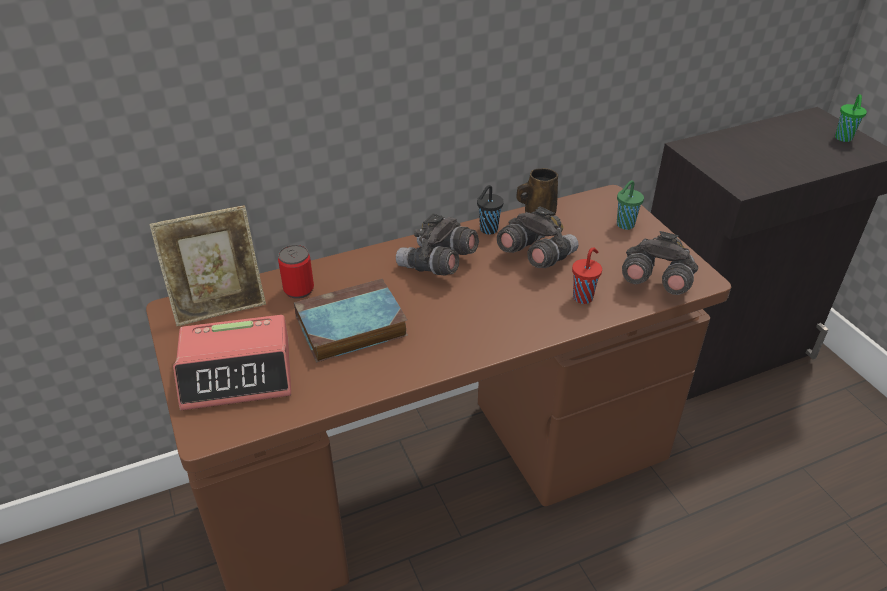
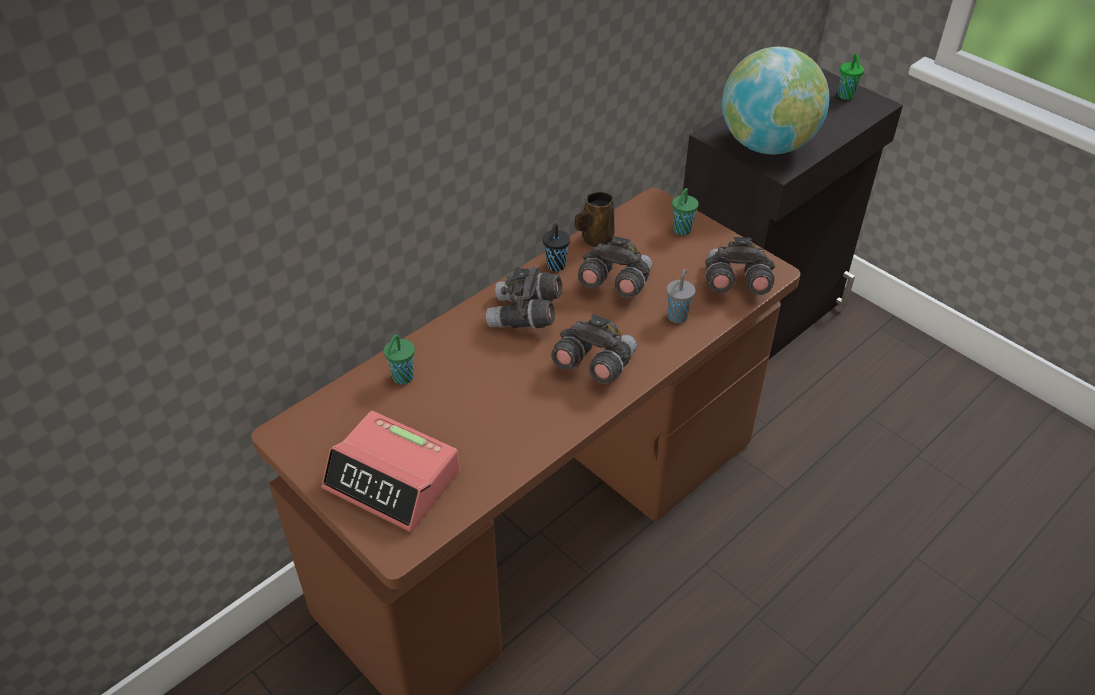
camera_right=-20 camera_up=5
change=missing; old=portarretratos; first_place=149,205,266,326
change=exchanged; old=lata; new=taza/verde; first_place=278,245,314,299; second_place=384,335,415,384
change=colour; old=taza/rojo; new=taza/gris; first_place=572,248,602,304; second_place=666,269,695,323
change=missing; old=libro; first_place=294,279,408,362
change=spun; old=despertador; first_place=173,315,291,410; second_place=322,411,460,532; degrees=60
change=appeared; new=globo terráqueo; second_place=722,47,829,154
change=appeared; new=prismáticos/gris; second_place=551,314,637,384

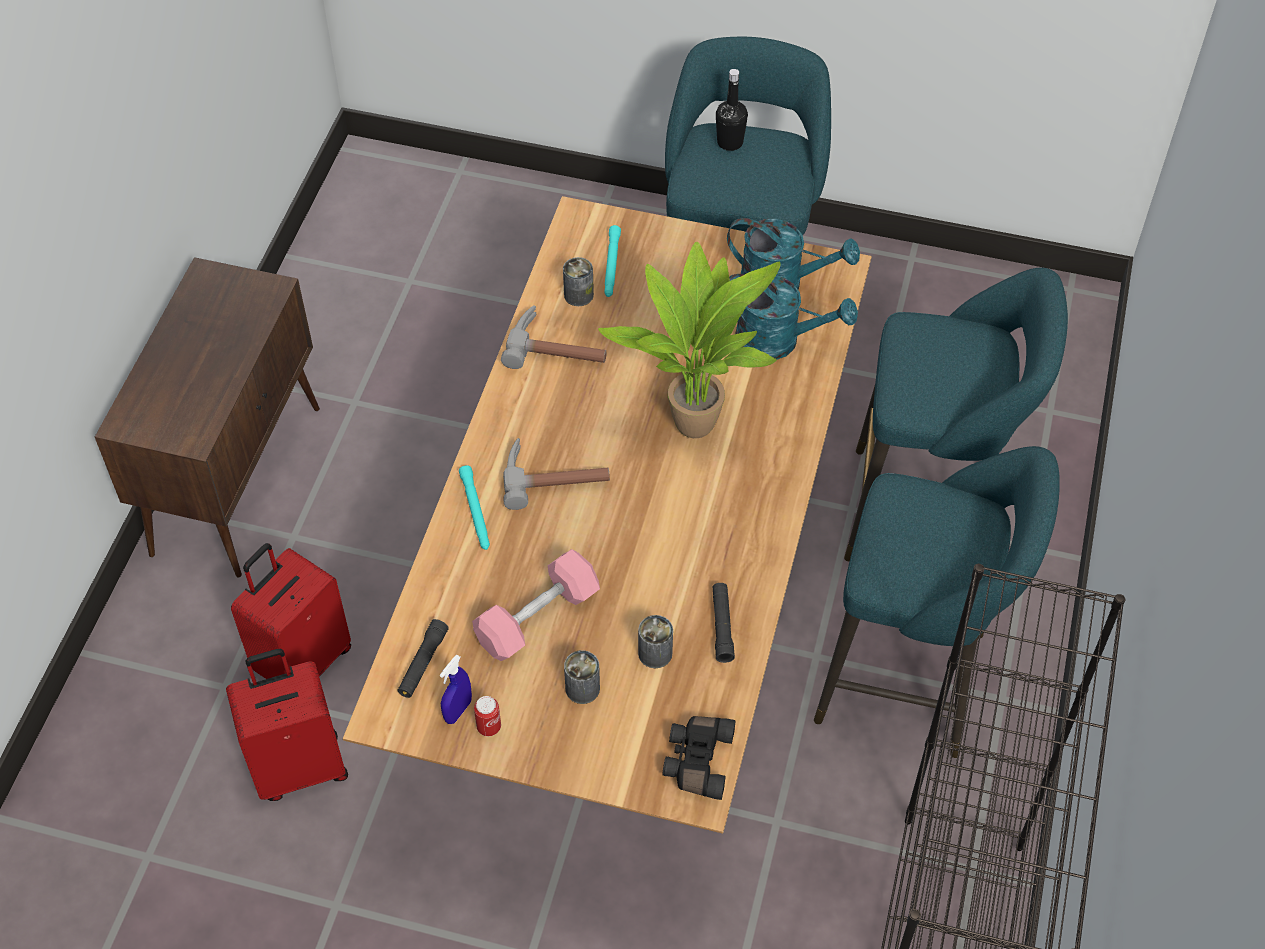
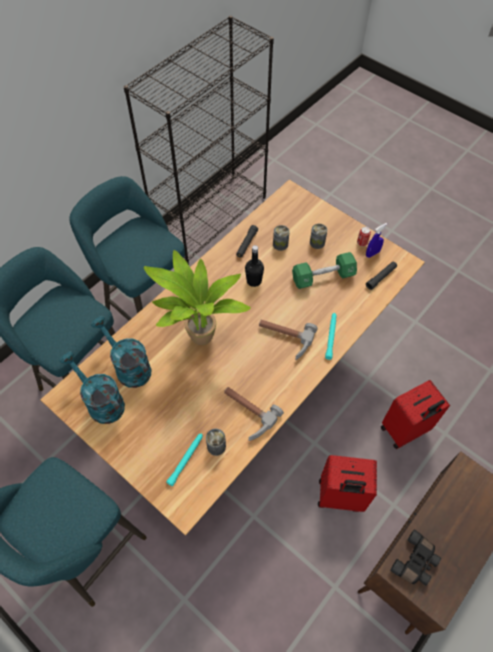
camera_right=-155 camera_up=5
change=relocated; old=botella/negro; first_place=716,69,748,151; second_place=245,245,264,287
change=colour; old=mancuerna/rosa; new=mancuerna/verde; first_place=472,549,600,661; second_place=292,252,357,289
change=relocated; old=maleta/rojo; first_place=226,649,348,801; second_place=318,455,377,512
change=relocated; old=prismáticos/negro; first_place=663,716,736,800; second_place=390,529,441,586

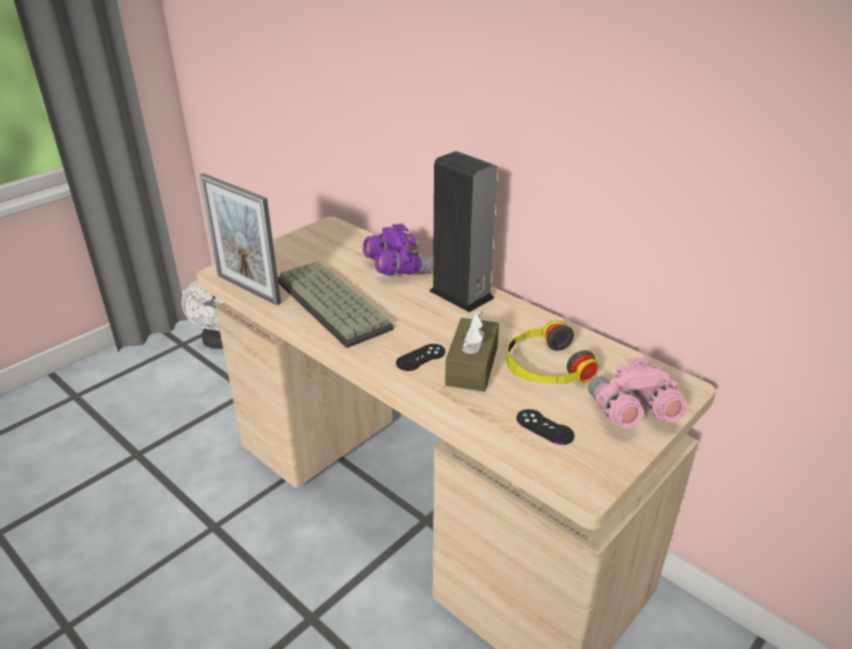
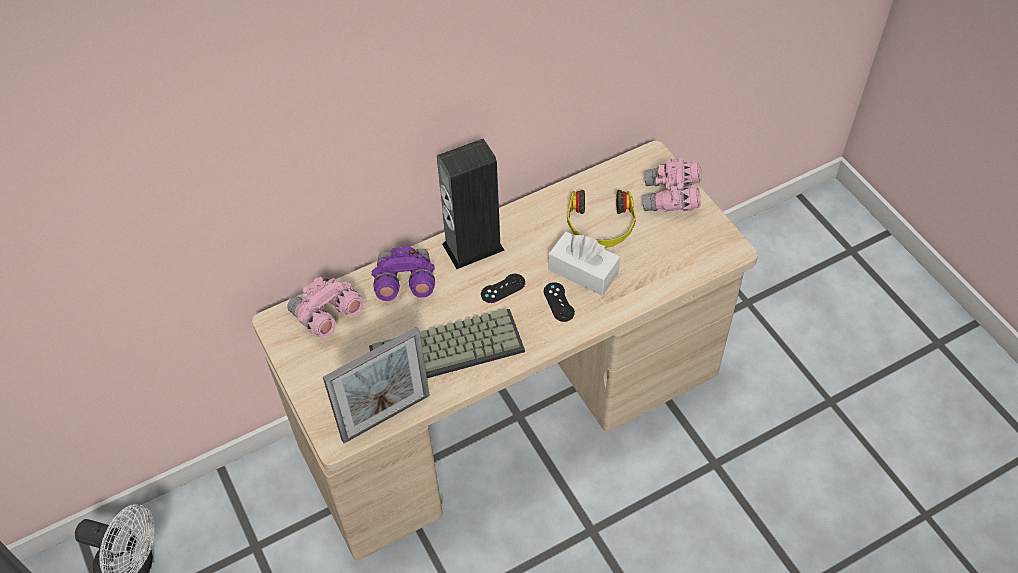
camera_right=-70 camera_up=20
change=colour; old=caja de pañuelos/marrón; new=caja de pañuelos/blanco; first_place=445,310,499,392; second_place=548,231,620,296
change=relocated; old=mando de consola/negro; first_place=516,409,574,445; second_place=481,274,525,303
change=appeared; new=prismáticos/rosa; second_place=287,276,364,338

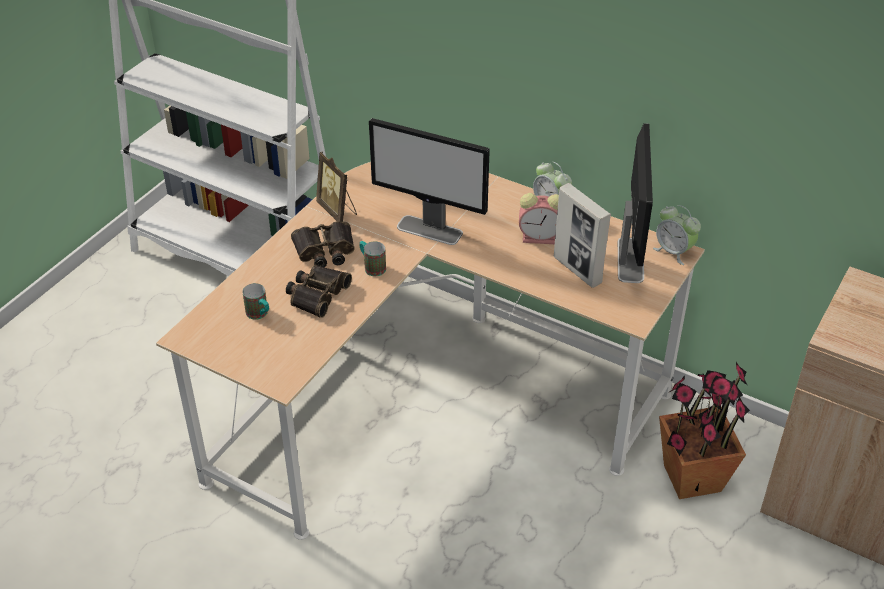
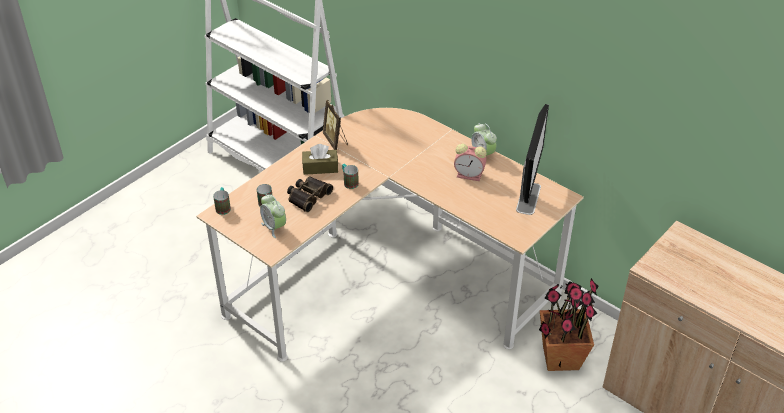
camera_right=10 camera_up=0
change=missing; old=monitor; first_place=369,118,490,245
change=missing; old=portarretratos; first_place=554,183,611,288
change=relocated; old=despertador; first_place=653,205,701,265; second_place=260,194,286,238
change=exchanged; old=prismáticos; new=caja de pañuelos/marrón; first_place=291,221,355,267; second_place=302,144,338,175
change=appeared; new=taza grande; second_place=213,187,231,215

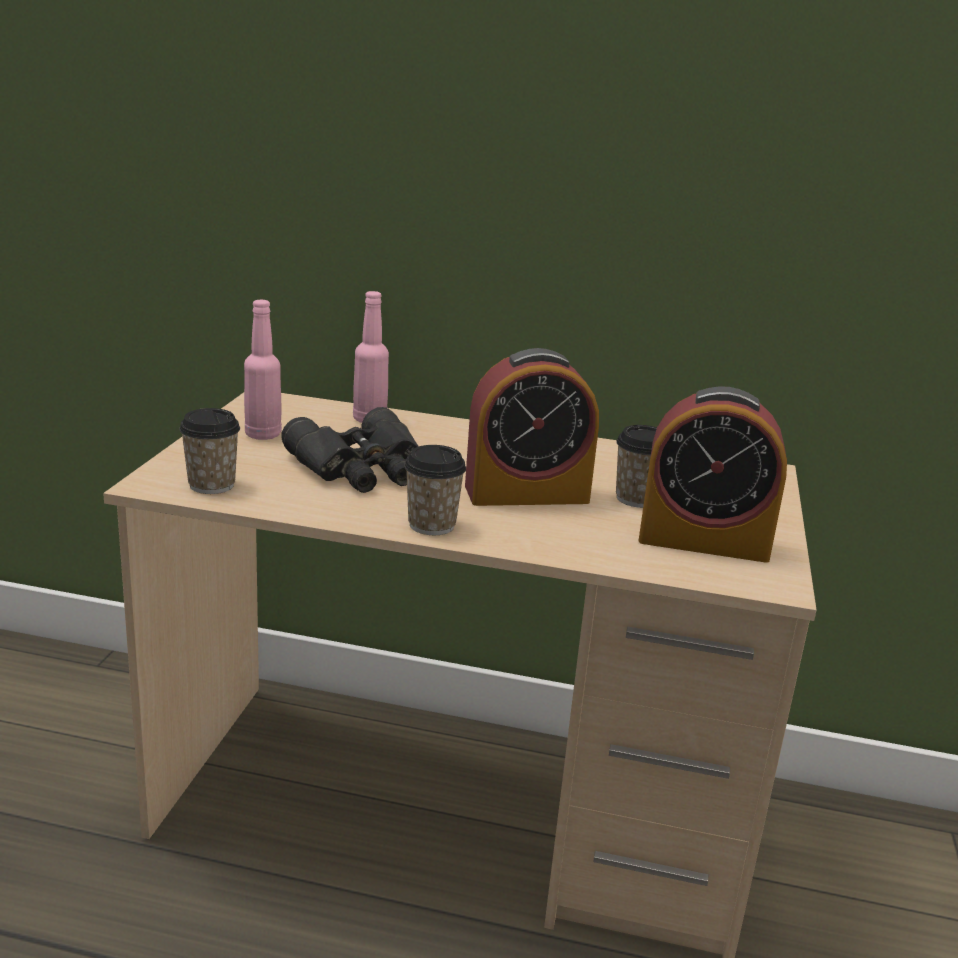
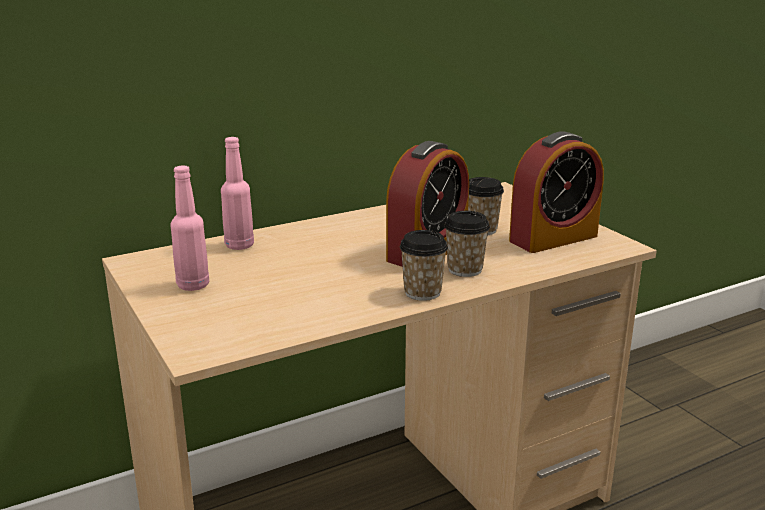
camera_right=-40 camera_up=0
change=missing; old=prismáticos/negro; first_place=281,407,419,493
change=relocated; old=taza; first_place=179,408,240,494; second_place=444,211,490,277

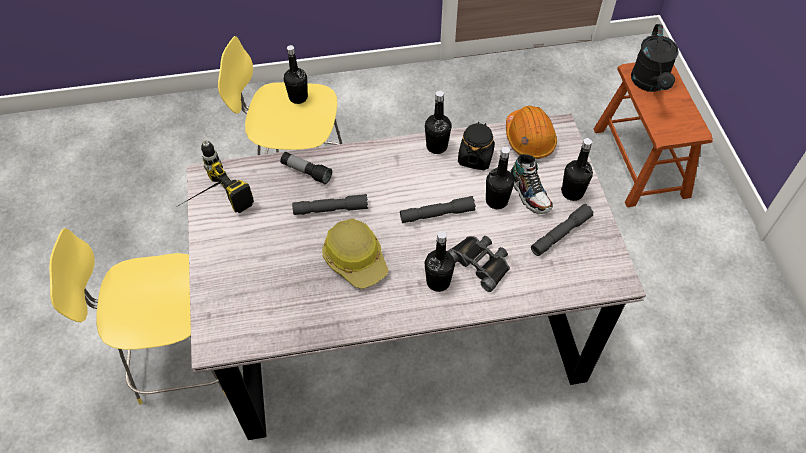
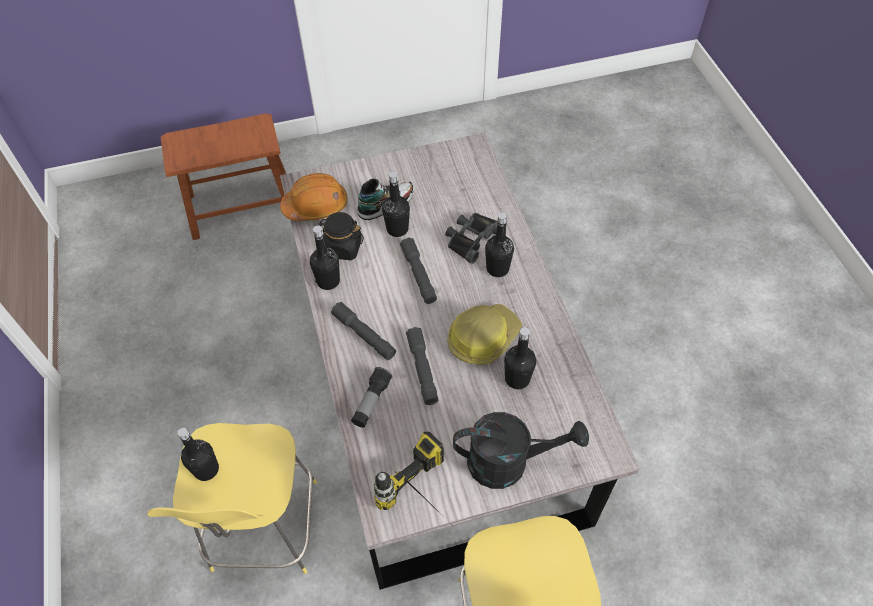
camera_right=-95 camera_up=0
change=relocated; old=regadera/negro; first_place=631,24,679,92; second_place=453,412,589,489
change=relocated; old=botella/negro; first_place=561,138,593,201; second_place=504,327,536,389
change=relocated; old=linterna/gris; first_place=531,204,594,256; second_place=331,302,396,360

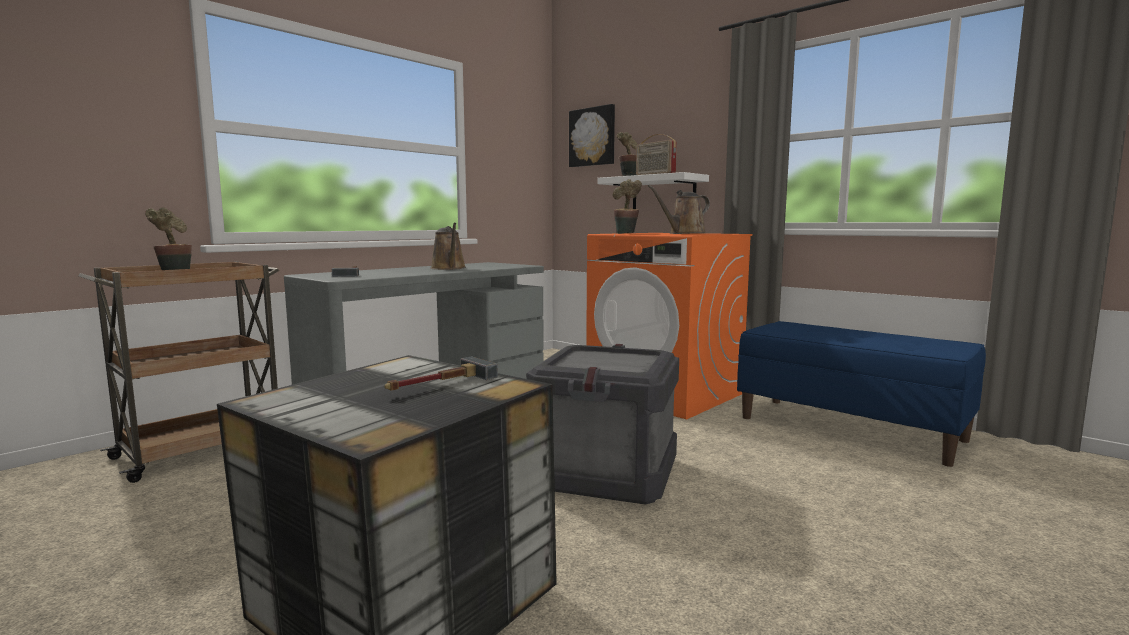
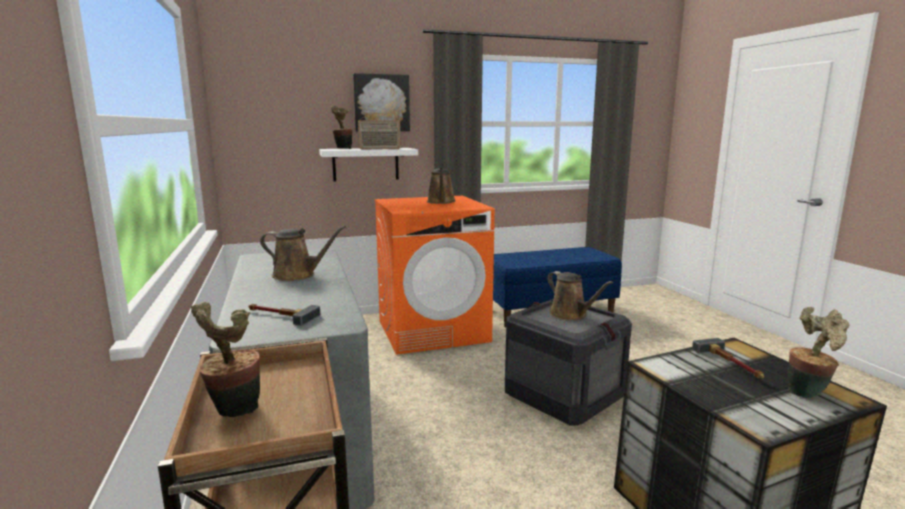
camera_right=-60 camera_up=5
change=relocated; old=cuadro; first_place=569,104,615,167; second_place=353,73,410,131
change=relocated; old=planta en maceta; first_place=613,179,642,234; second_place=788,307,849,398
change=appeared; new=regadera/marrón; second_place=547,271,613,321

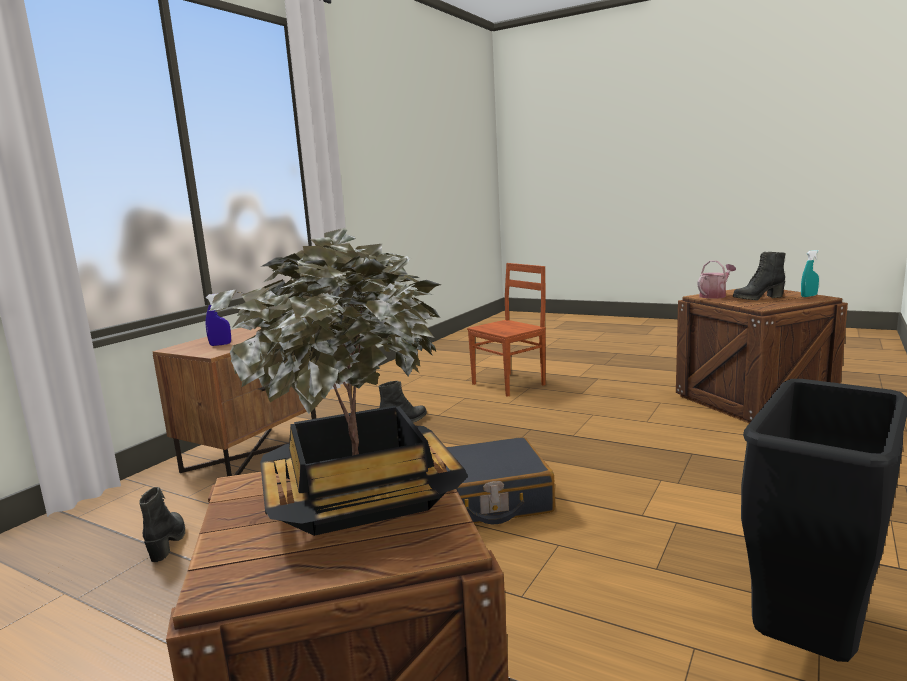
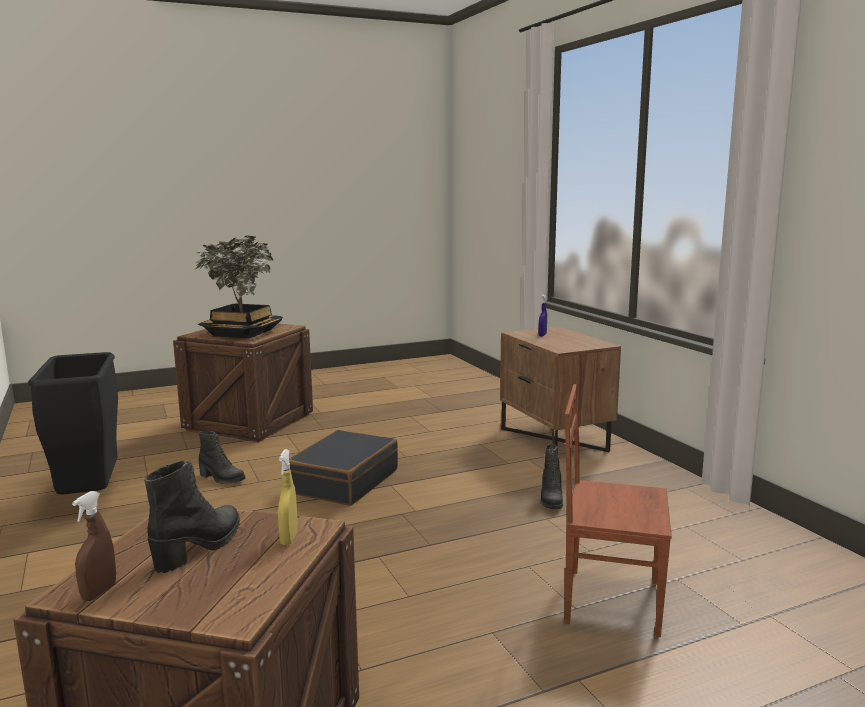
camera_right=125 camera_up=0
change=colour; old=pulverizador/turquesa; new=pulverizador/marrón; first_place=801,250,819,297; second_place=72,491,116,601
change=exchanged; old=regadera; new=pulverizador/amarillo; first_place=698,260,736,299; second_place=278,449,298,545
change=spun; old=silla/marrón; first_place=467,263,546,397; second_place=565,384,672,637; degrees=105
change=relocated; old=bota/negro; first_place=139,487,185,562; second_place=198,431,245,484

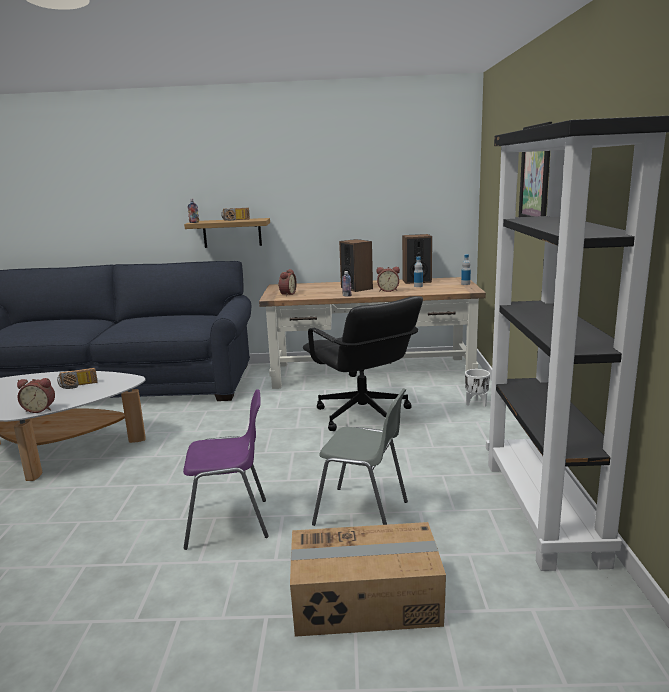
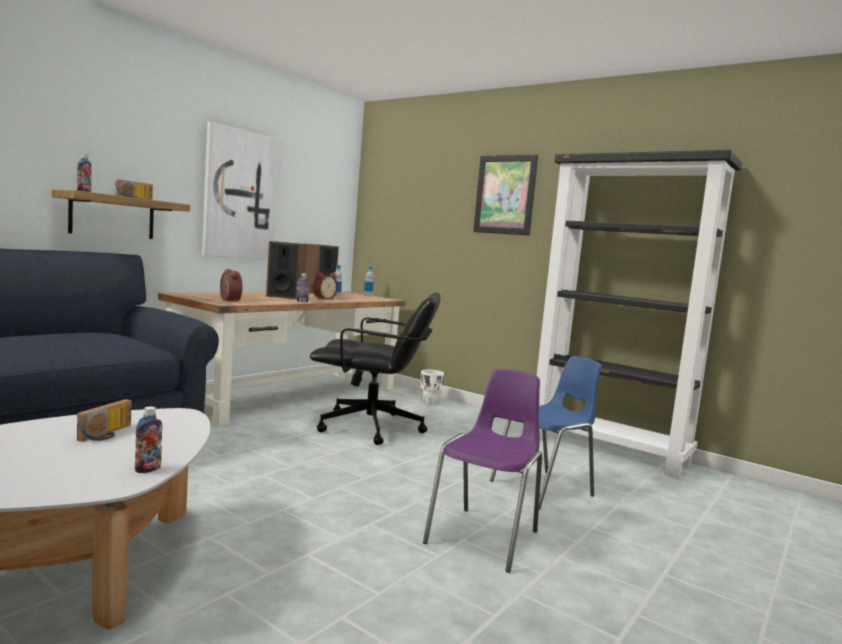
camera_right=-55 camera_up=-10
change=exchanged; old=despertador; new=botella; first_place=17,378,55,413; second_place=135,407,162,473
change=colour; old=silla/gris; new=silla/azul; first_place=312,388,408,526; second_place=490,356,602,510
change=missing; old=caja de cartón; first_place=290,522,446,637
change=appeared; new=cuadro; second_place=202,122,280,259

